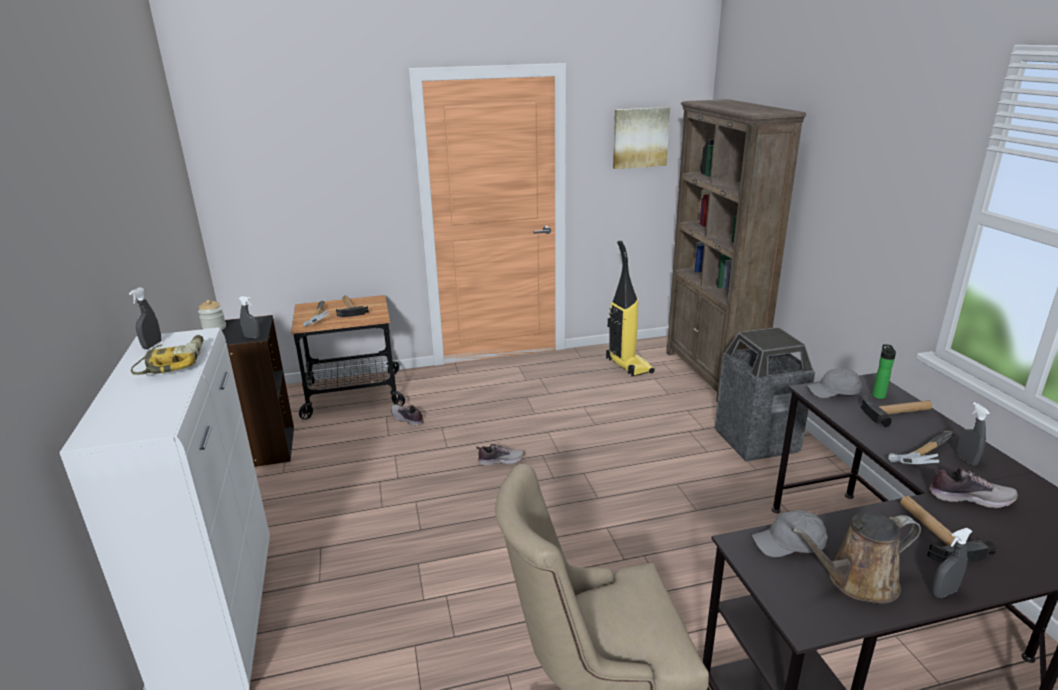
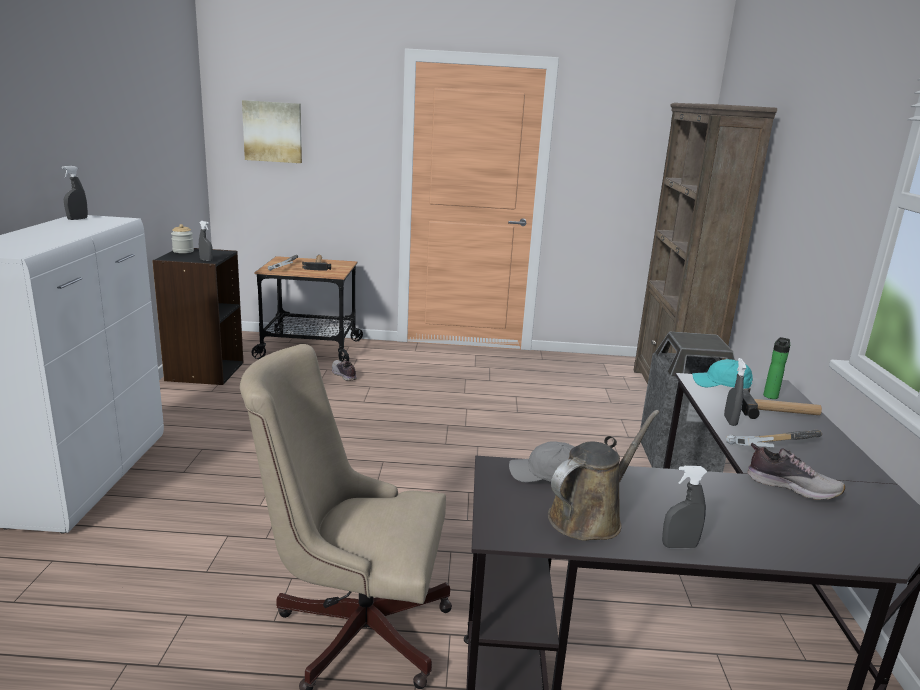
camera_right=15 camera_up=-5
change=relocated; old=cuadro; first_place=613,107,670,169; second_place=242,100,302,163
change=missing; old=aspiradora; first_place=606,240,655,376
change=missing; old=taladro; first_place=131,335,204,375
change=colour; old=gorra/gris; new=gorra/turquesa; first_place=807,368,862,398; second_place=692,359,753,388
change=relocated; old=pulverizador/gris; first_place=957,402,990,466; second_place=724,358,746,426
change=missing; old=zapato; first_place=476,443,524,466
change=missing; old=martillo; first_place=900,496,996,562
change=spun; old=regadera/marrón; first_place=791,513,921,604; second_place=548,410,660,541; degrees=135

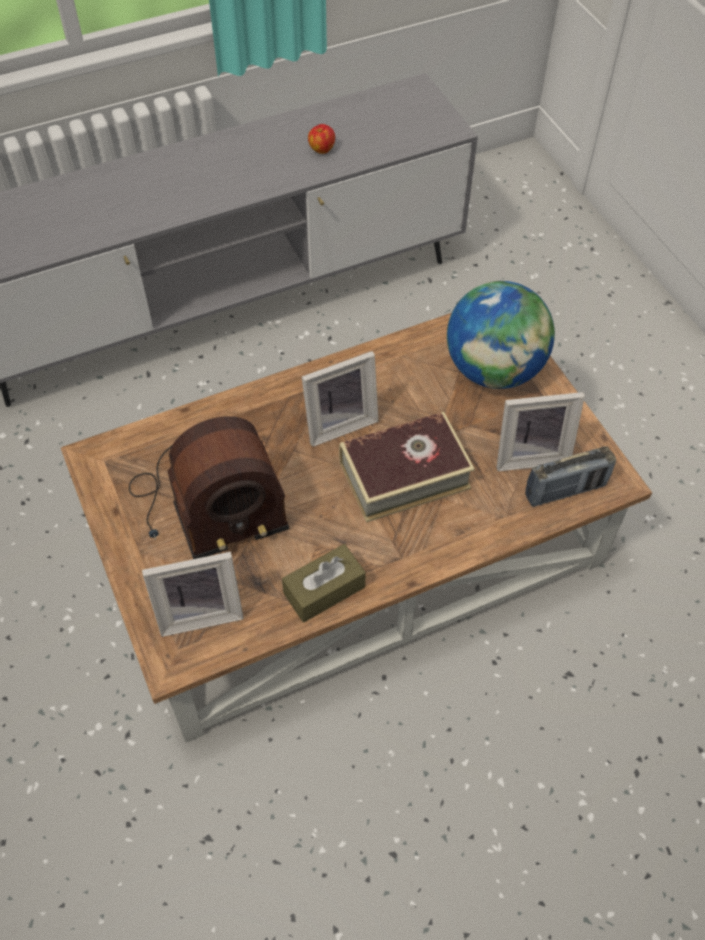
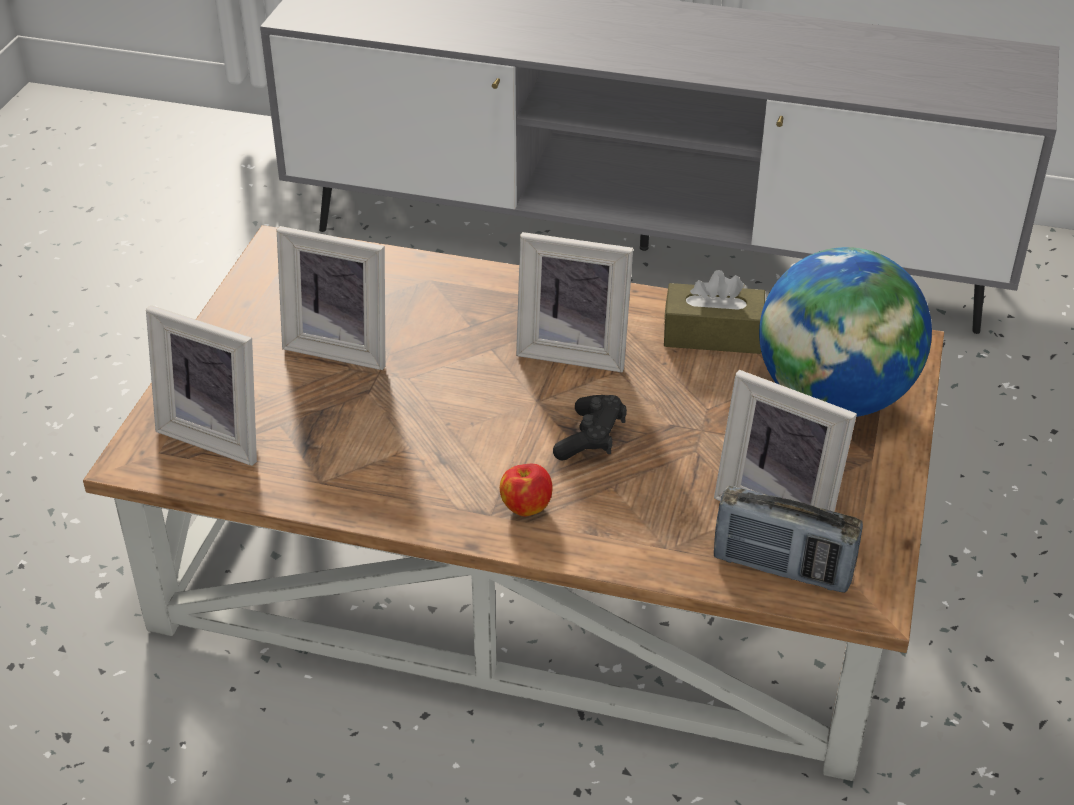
camera_right=40 camera_up=-15
change=relocated; old=manzana; first_place=308,124,335,154; second_place=500,464,552,516
change=exchanged; old=libro; new=mando de consola/negro; first_place=339,412,475,522; second_place=553,395,627,460
change=exchanged; old=radio; new=portarretratos; first_place=129,416,289,559; second_place=277,226,385,370
change=relocated; old=caja de pañuelos/marrón; first_place=282,544,366,622; second_place=664,270,765,354

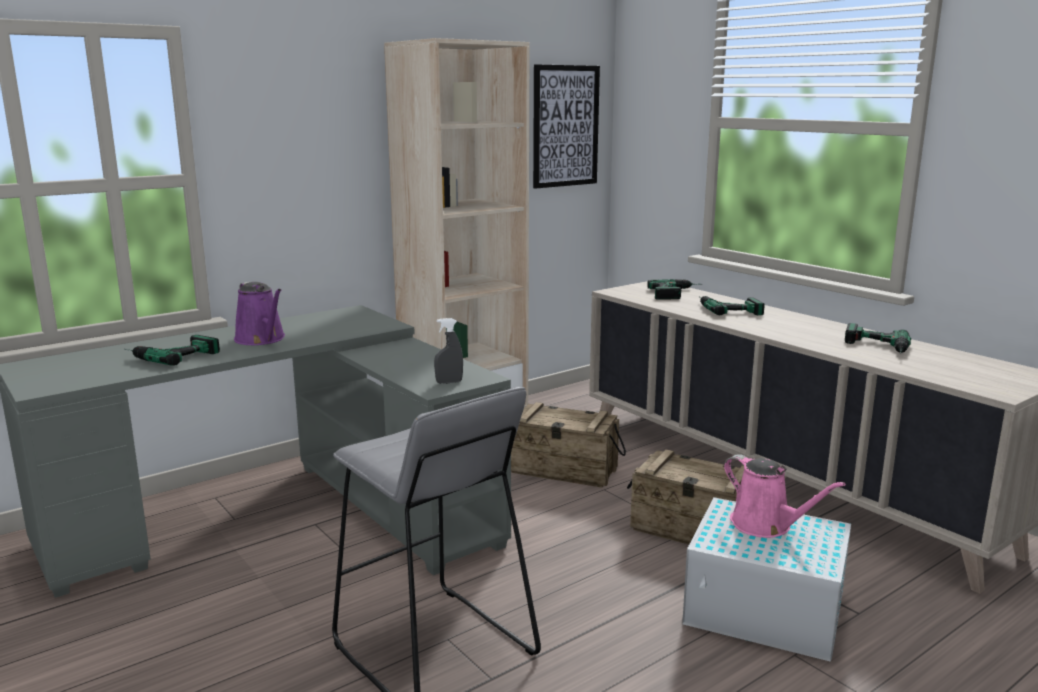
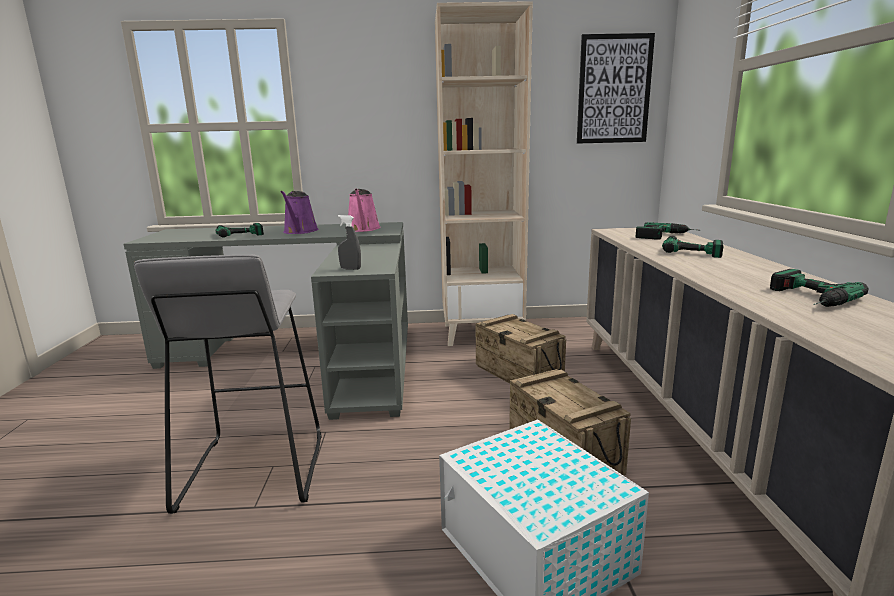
camera_right=35 camera_up=0
change=relocated; old=regadera/rosa; first_place=724,454,846,538; second_place=348,189,381,232

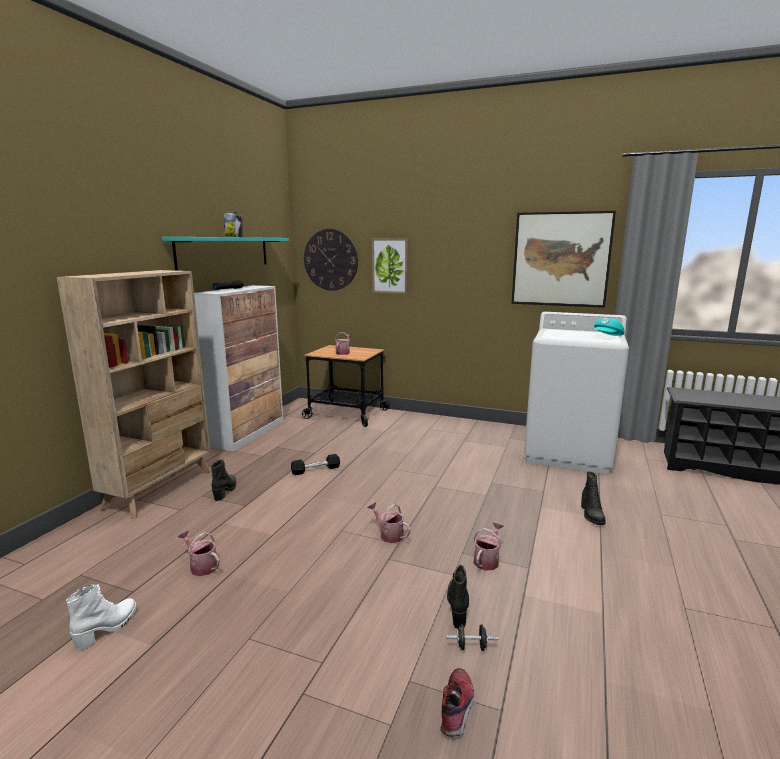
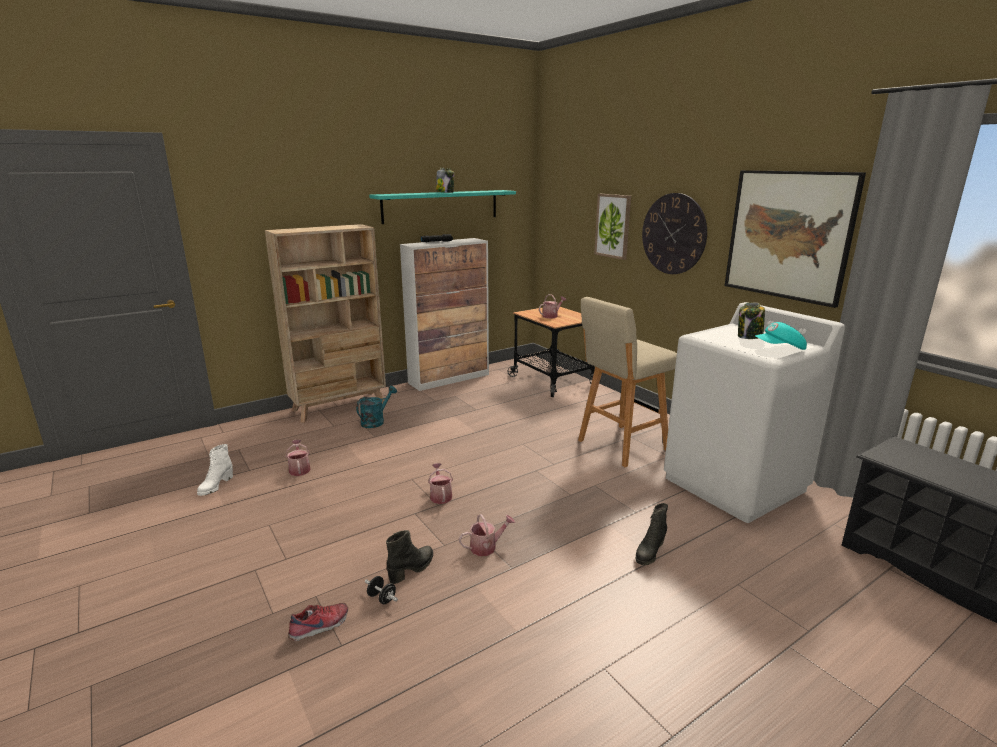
camera_right=35 camera_up=5
change=relocated; old=reloj de pared; first_place=304,229,358,291; second_place=642,193,707,274
change=missing; old=mancuerna/negro; first_place=291,454,340,475
change=exchanged; old=bota/negro; new=regadera/turquesa; first_place=211,460,236,501; second_place=356,386,397,428
change=spun; old=bota/blanco; first_place=66,584,137,651; second_place=197,444,233,496; degrees=135
change=appeared; new=taburete/beis; second_place=578,297,677,467
change=appeared; new=tarro; second_place=738,303,765,339

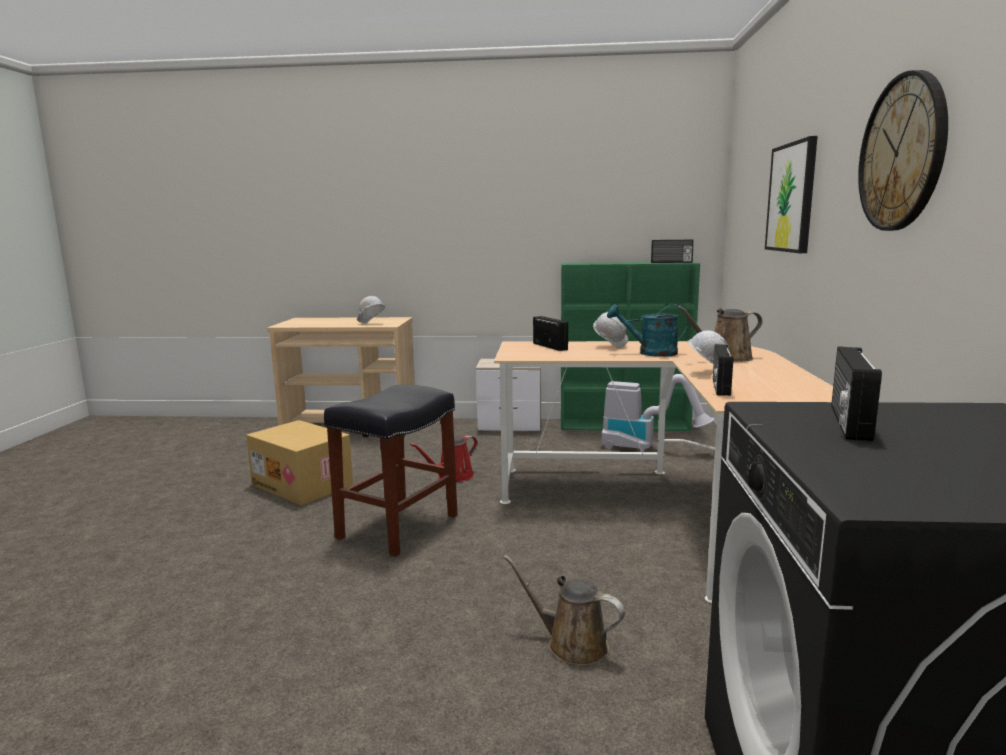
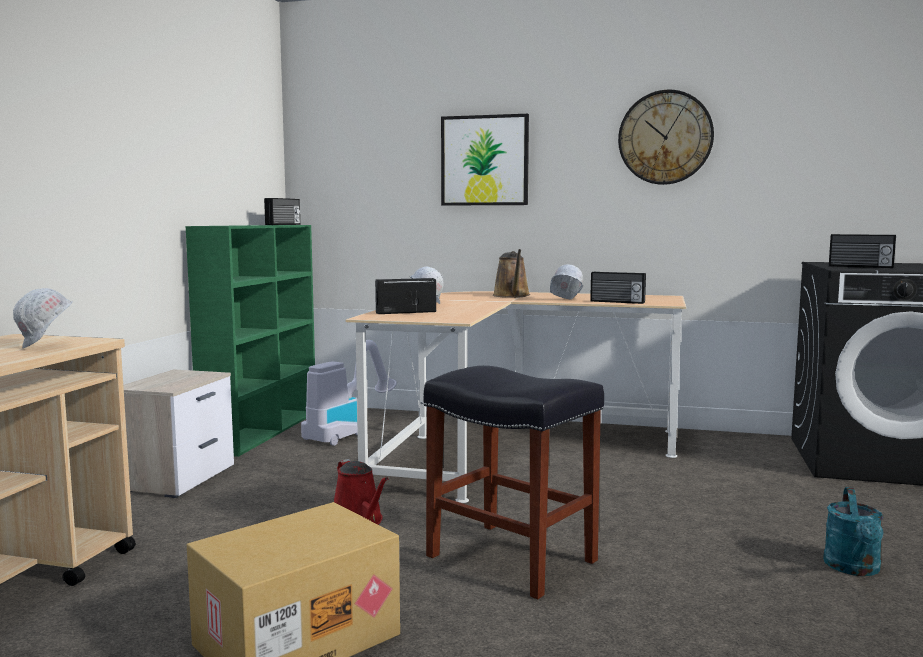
camera_right=-80 camera_up=-5
change=relocated; old=regadera/turquesa; first_place=607,304,689,357; second_place=823,487,884,576
change=missing; old=regadera/marrón; first_place=503,555,625,666

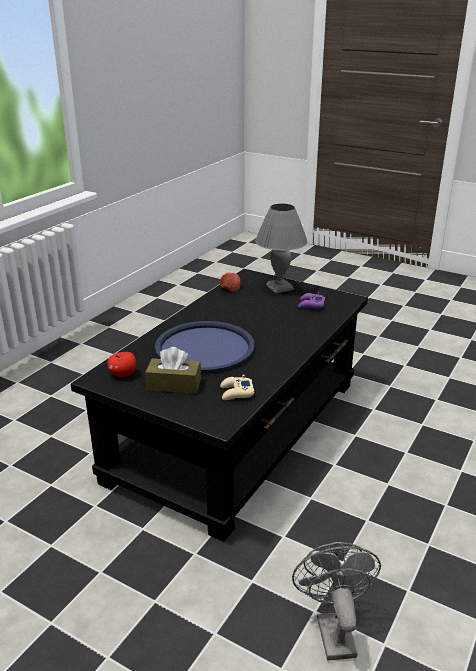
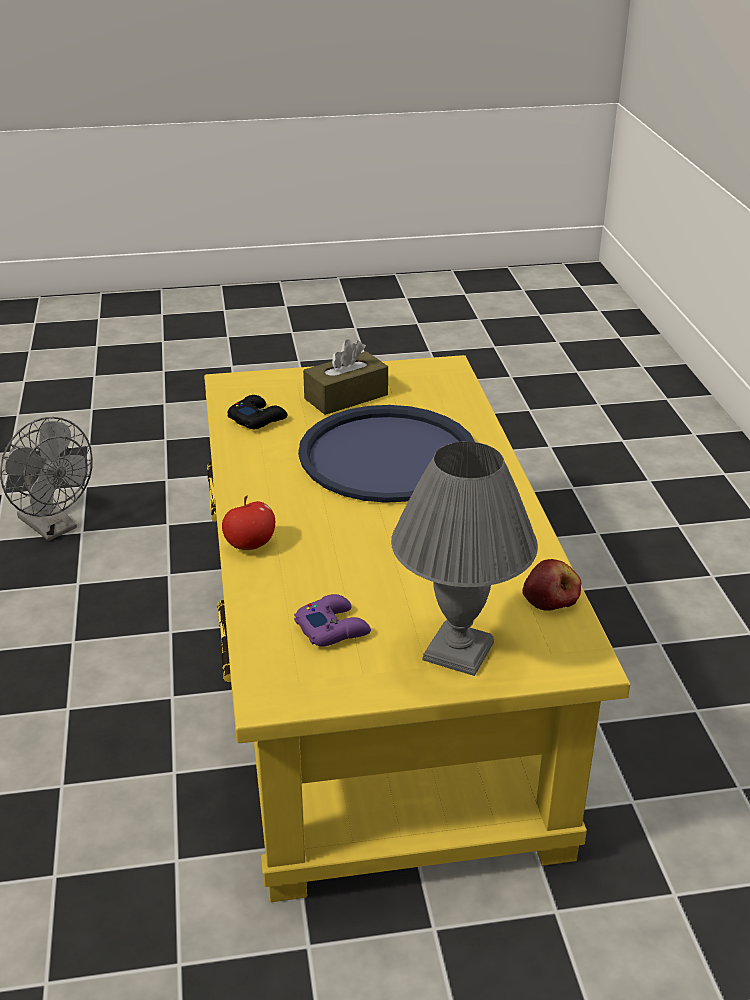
camera_right=140 camera_up=5
change=colour; old=mesa de centro/negro; new=mesa de centro/amarillo; first_place=71,269,368,542; second_place=204,355,630,902
change=relocated; old=manzana; first_place=107,352,136,377; second_place=222,496,275,550
change=colour; old=mando de consola/beis; new=mando de consola/negro; first_place=220,374,254,400; second_place=227,395,288,429

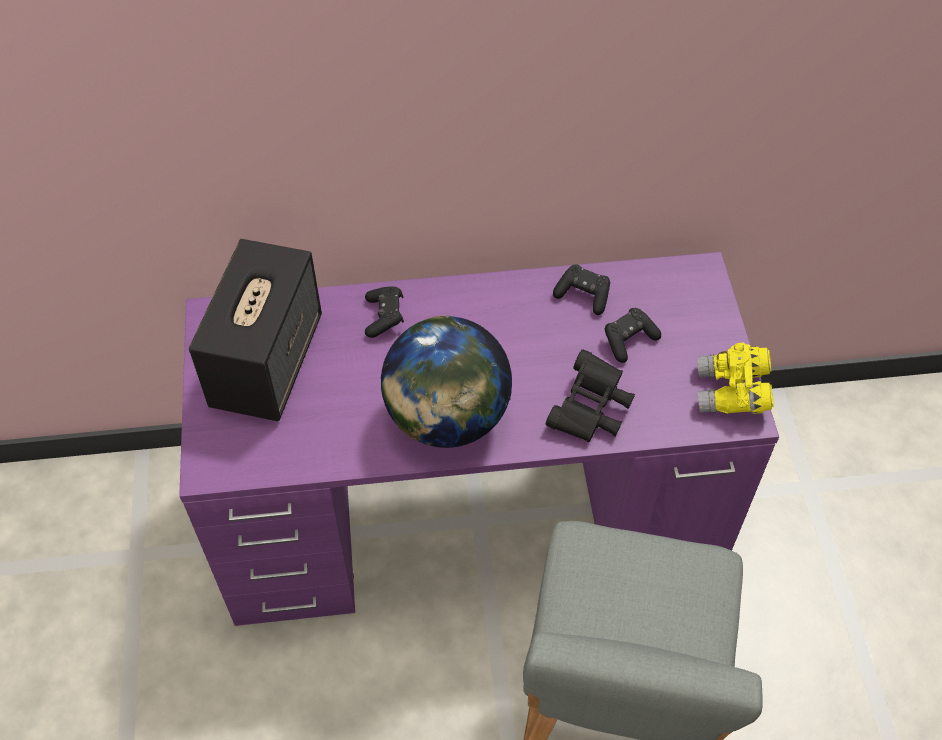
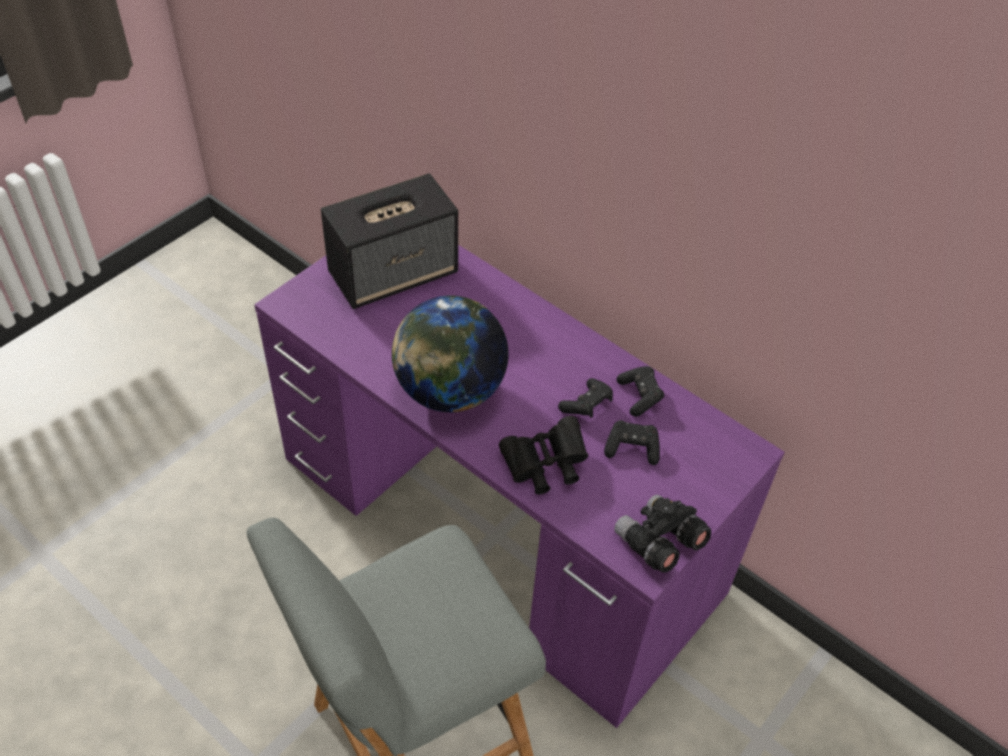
camera_right=45 camera_up=-5
change=relocated; old=mando de consola/negro; first_place=365,286,404,338; second_place=558,378,613,418
change=colour; old=prismáticos/amarillo; new=prismáticos/negro; first_place=697,342,774,414; second_place=614,495,711,573

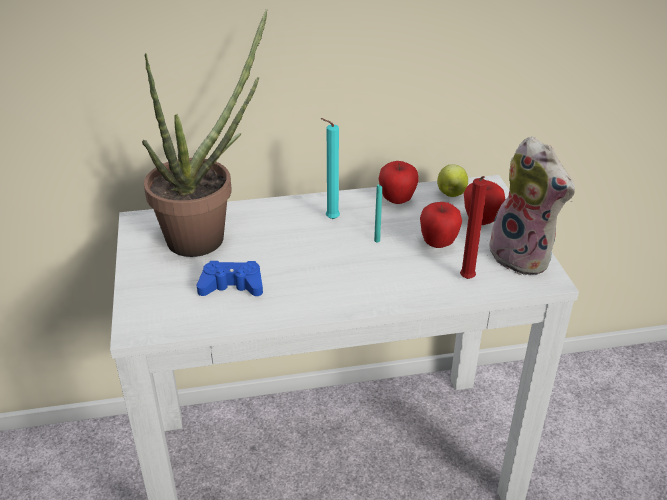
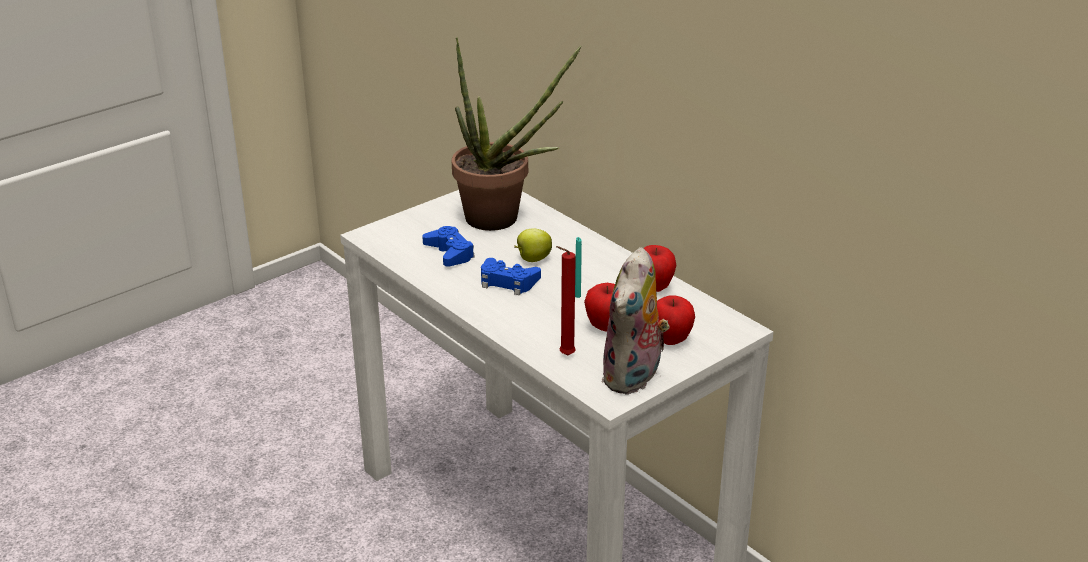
camera_right=60 camera_up=-5
change=missing; old=vela/turquesa; first_place=320,118,340,219
change=relocated; old=manzana; first_place=437,164,468,197; second_place=514,228,552,262
change=appeared; new=mando de consola/azul; second_place=481,258,541,295

